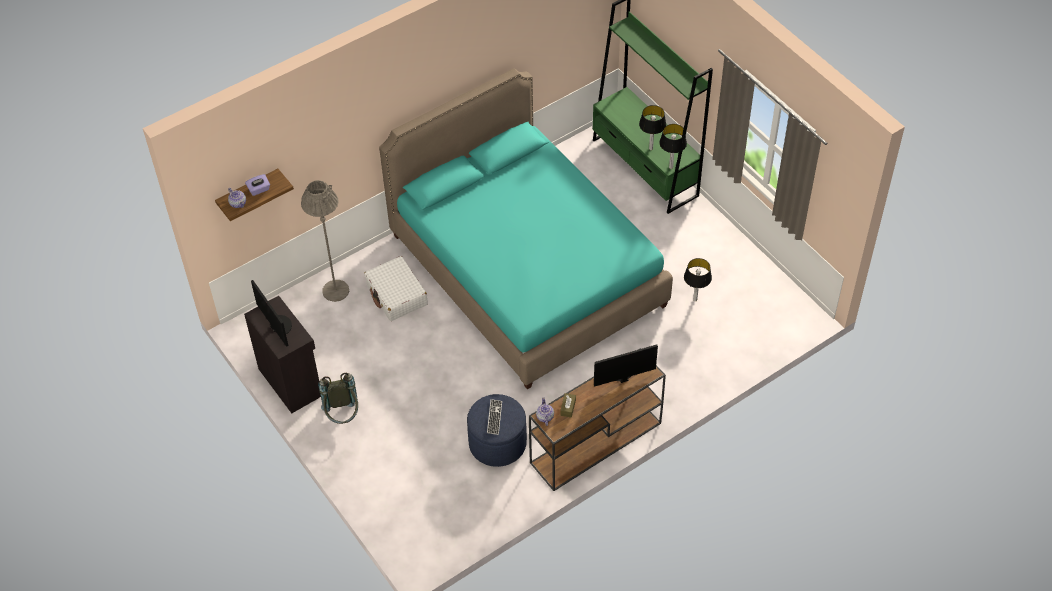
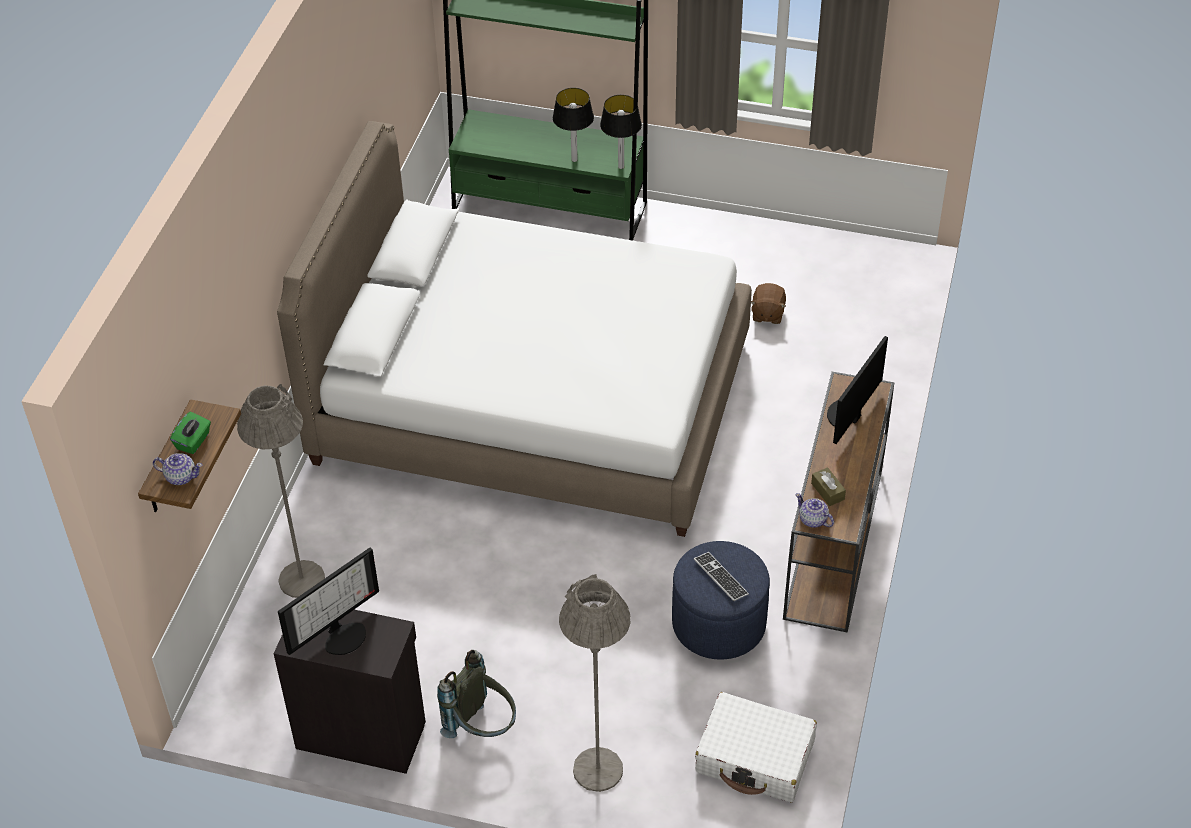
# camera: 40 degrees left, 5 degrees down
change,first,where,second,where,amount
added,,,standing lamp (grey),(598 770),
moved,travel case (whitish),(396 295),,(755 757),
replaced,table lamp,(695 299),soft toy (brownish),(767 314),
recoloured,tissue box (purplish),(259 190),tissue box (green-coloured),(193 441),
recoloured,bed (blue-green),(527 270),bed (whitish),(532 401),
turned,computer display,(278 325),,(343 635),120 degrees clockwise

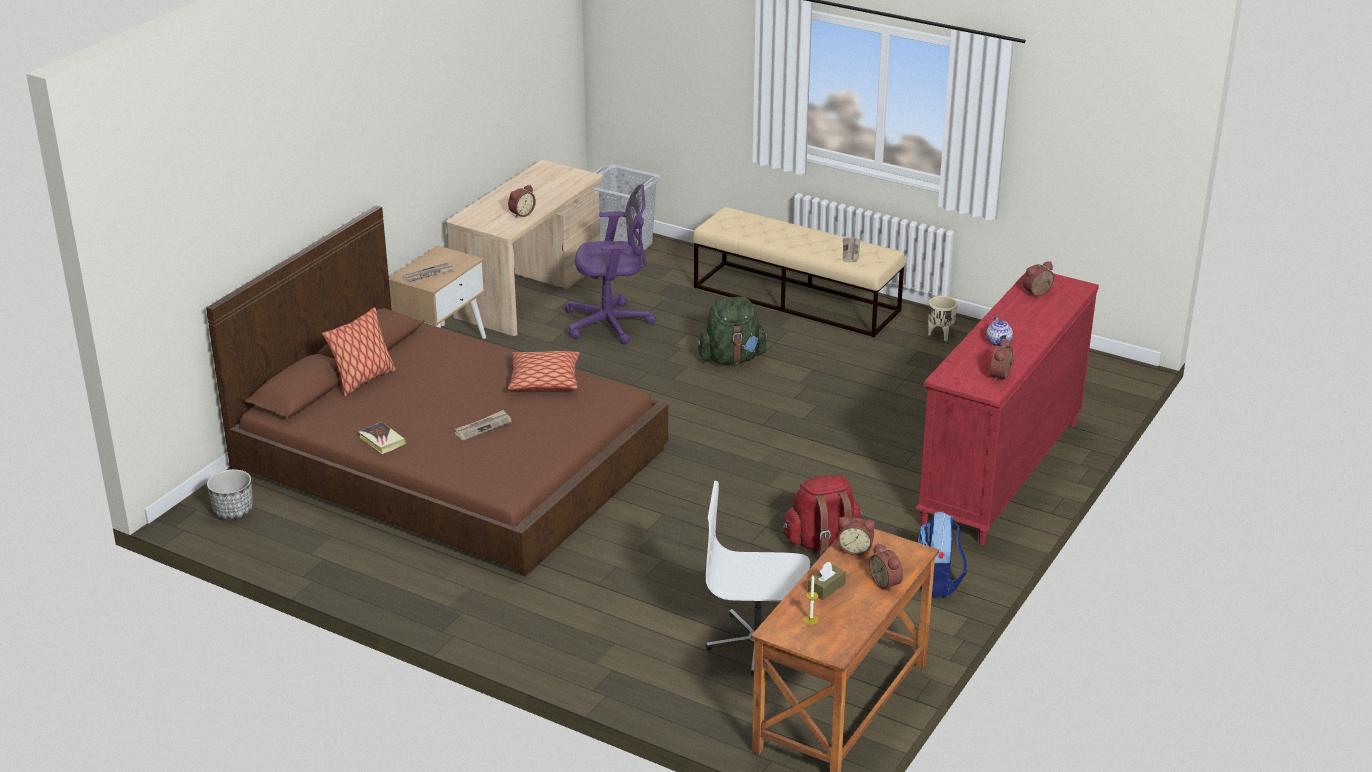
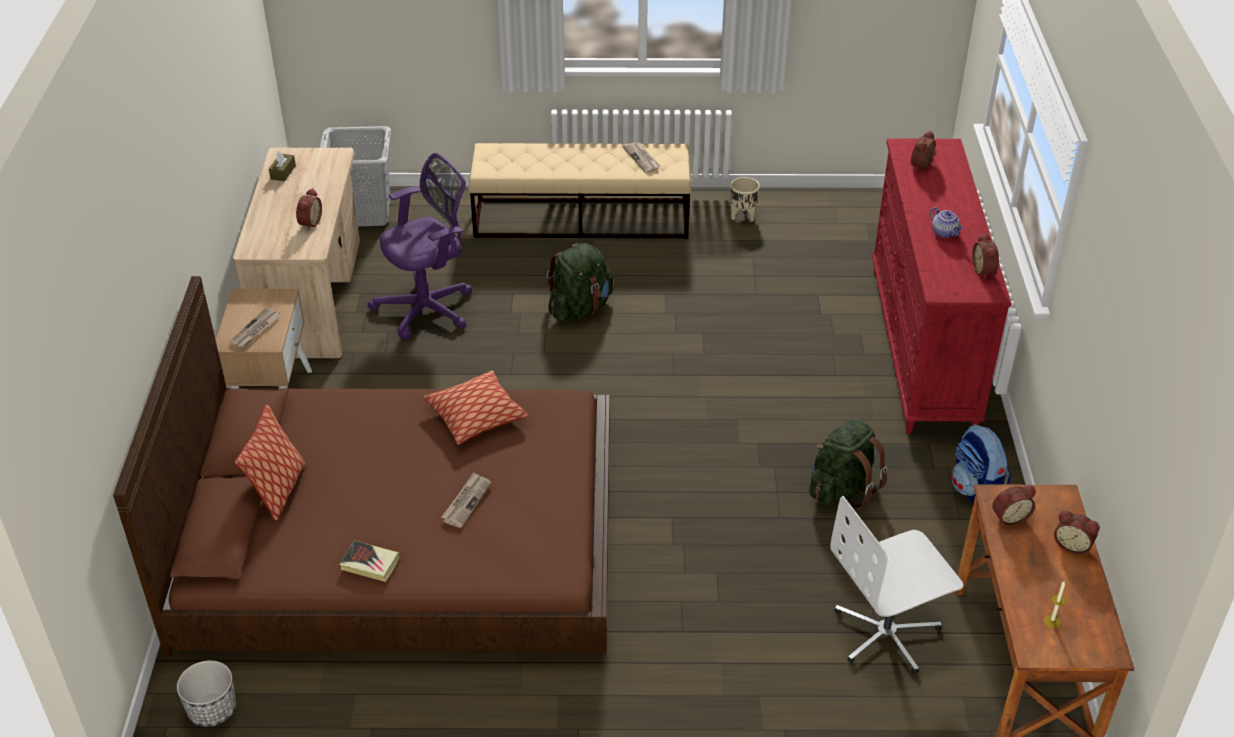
# camera: 30 degrees left, 10 degrees up
change,first,where,second,where,amount
moved,tissue box (brownish),(826 588),,(283 172),
recoloured,rucksack (red-coloured),(822 542),rucksack (green-coloured),(842 489),

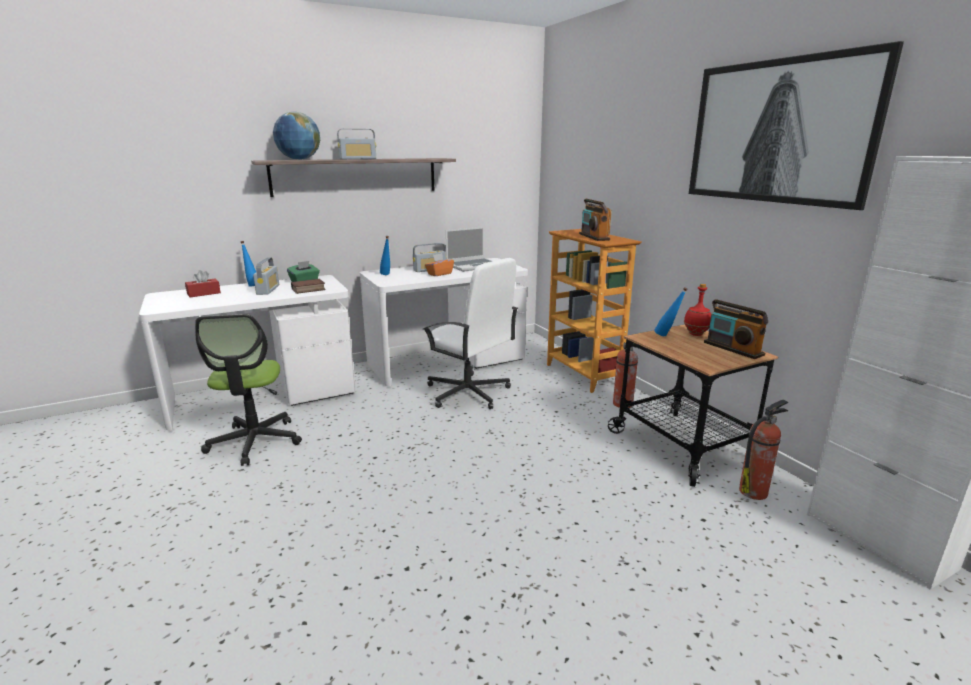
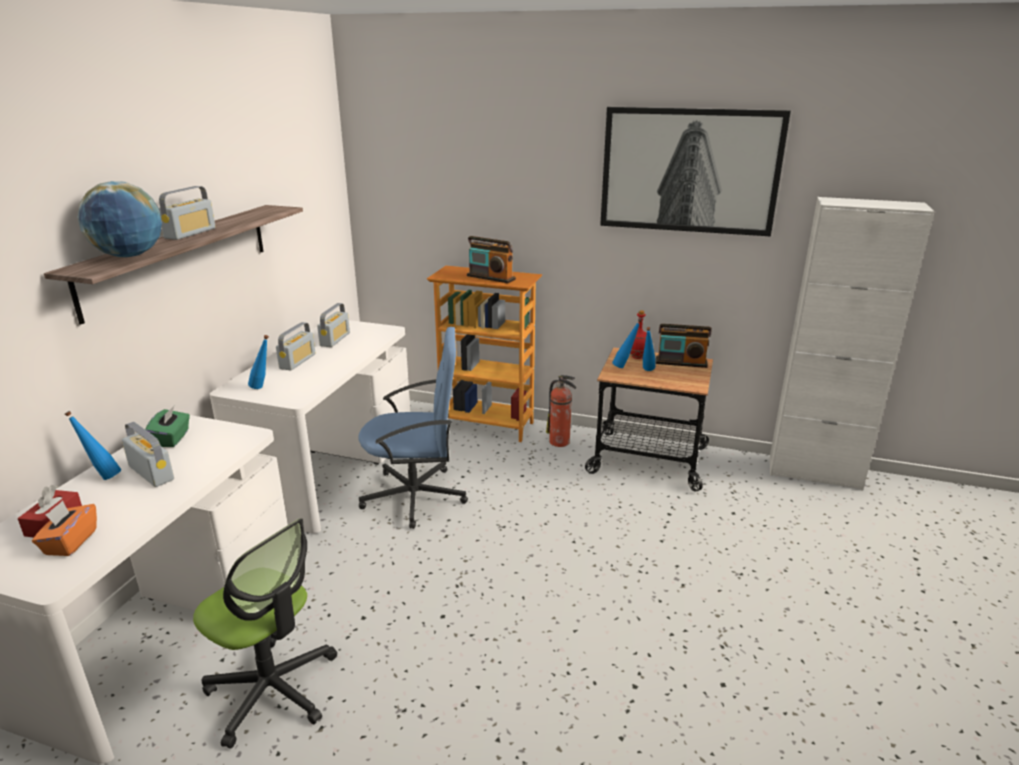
# camera: 45 degrees left, 5 degrees up
change,first,where,second,where,amount
removed,volume,(308 289),,,
removed,fire extinguisher,(754 491),,,
added,,,bottle (blue),(647 371),
moved,tissue box (orangey),(439 274),,(70 542),
replaced,notebook computer,(473 266),radio receiver,(335 339),
recoloured,office chair (whitish),(468 393),office chair (blue),(416 496),

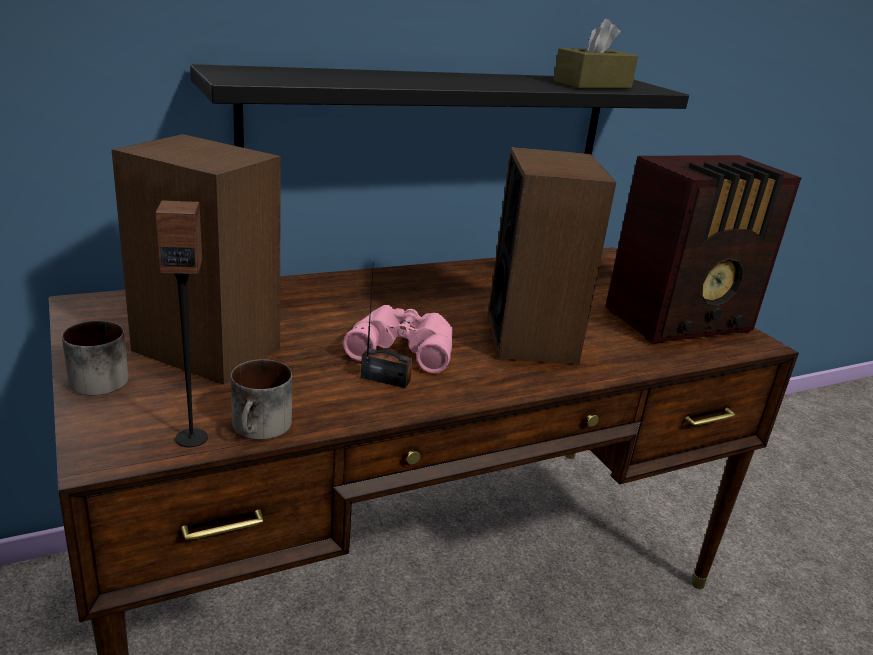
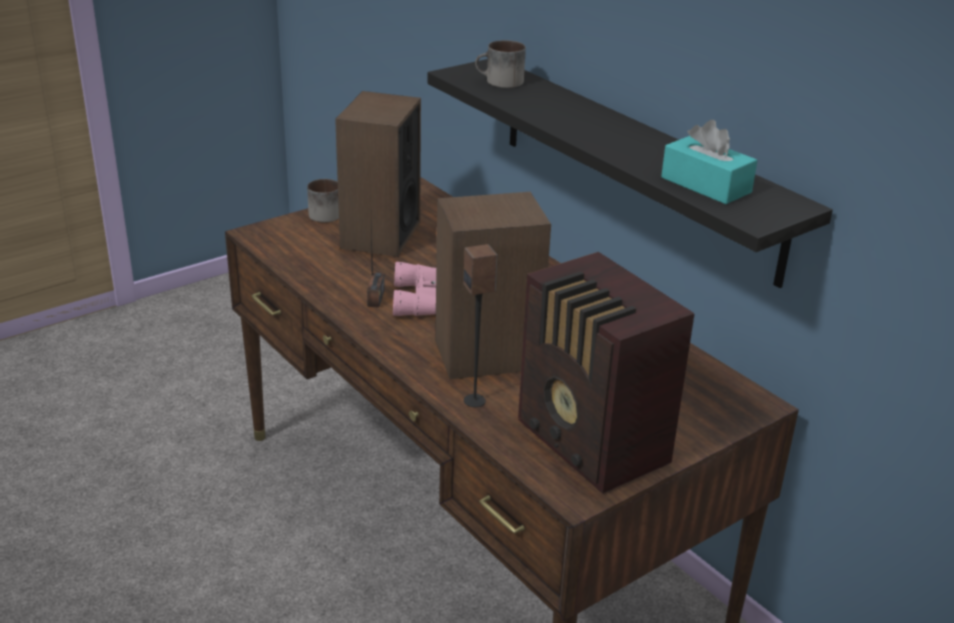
# camera: 80 degrees right, 5 degrees up
change,first,where,second,where,amount
moved,audio speaker,(192 437),,(475 400),
moved,coffee mug,(261 428),,(500 82),
recoloured,tissue box (brownish),(592 85),tissue box (blue-green),(706 185),

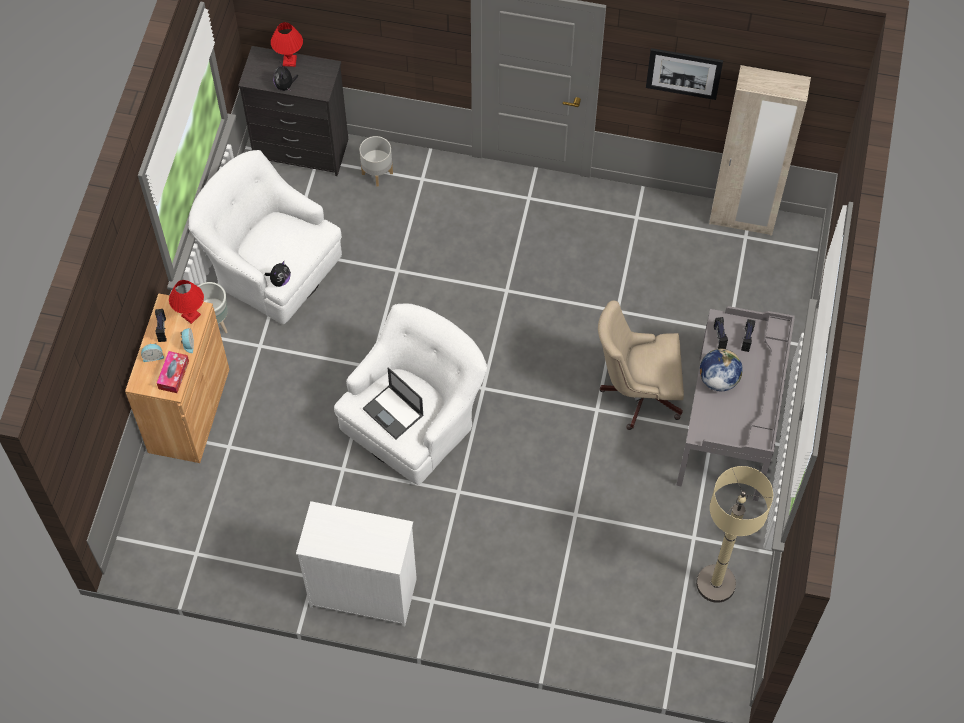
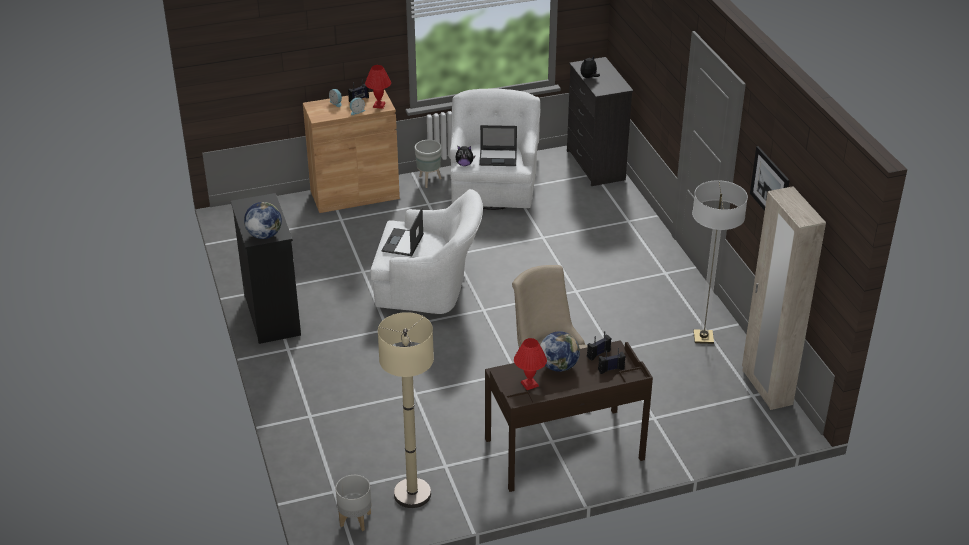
# camera: 60 degrees right, 25 degrees down
change,first,where,second,where,amount
removed,tissue box,(173 375),,,
added,,,globe,(264 235),
added,,,notebook computer,(498 158),
added,,,standing lamp,(703 337),
moved,table lamp (red-coloured),(289 61),,(529 384),
moved,planter (grey),(377 173),,(355 519),
recoloured,drawer chest (whitish),(362 592),drawer chest (blackish),(272 314),
recoloured,desk (grey),(729 427),desk (brownish),(564 450),

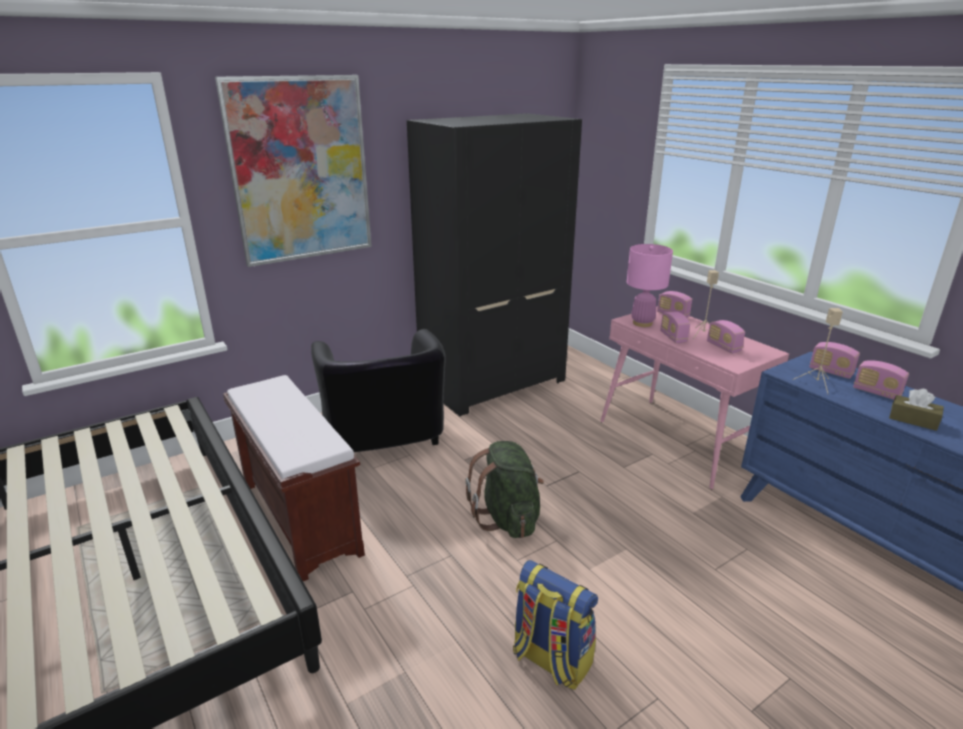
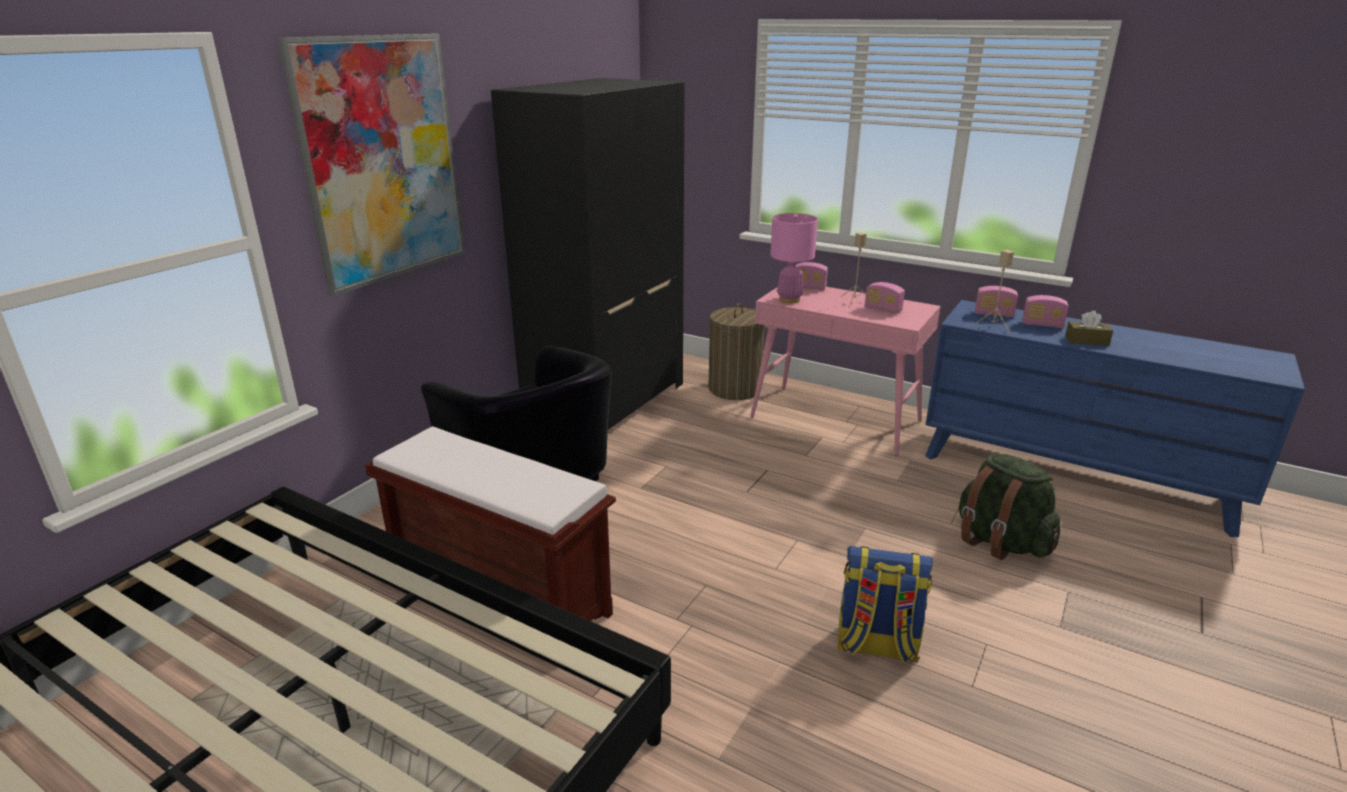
# camera: 25 degrees left, 0 degrees up
change,first,where,second,where,amount
removed,radio receiver,(673 337),,,
added,,,washing basket,(734 389),
moved,rucksack (green-coloured),(508 518),,(1000 542),

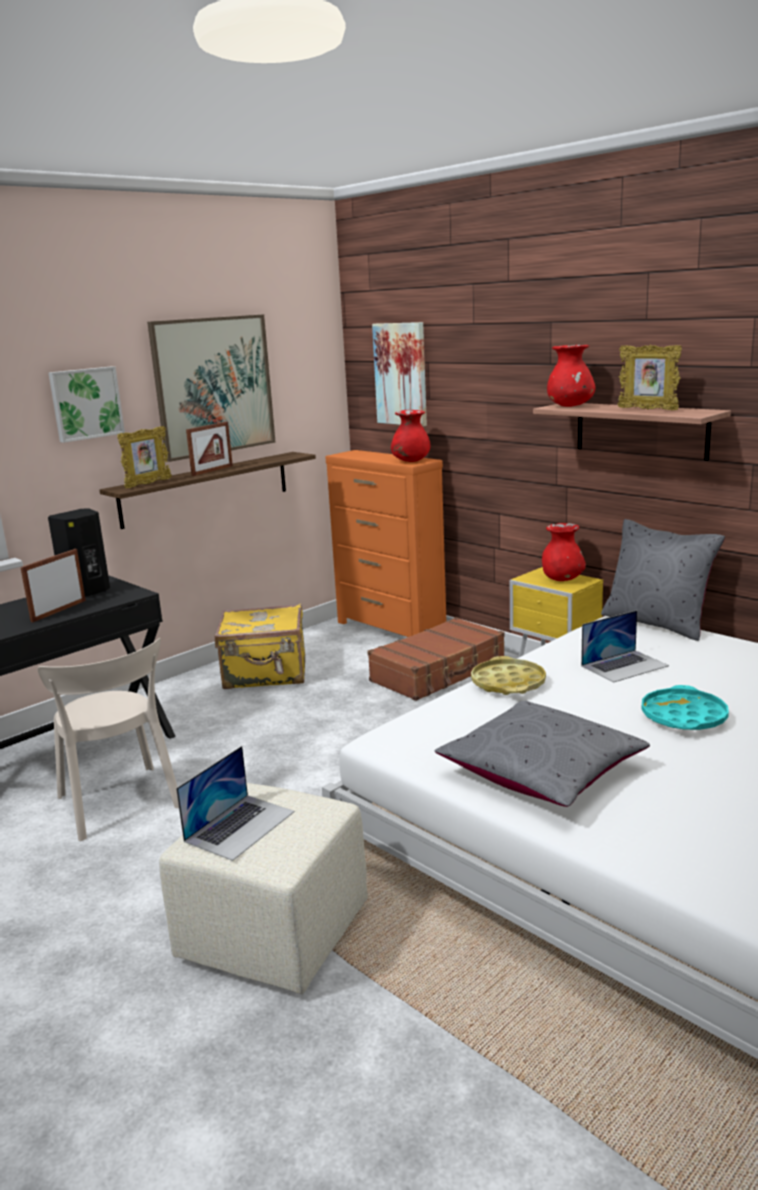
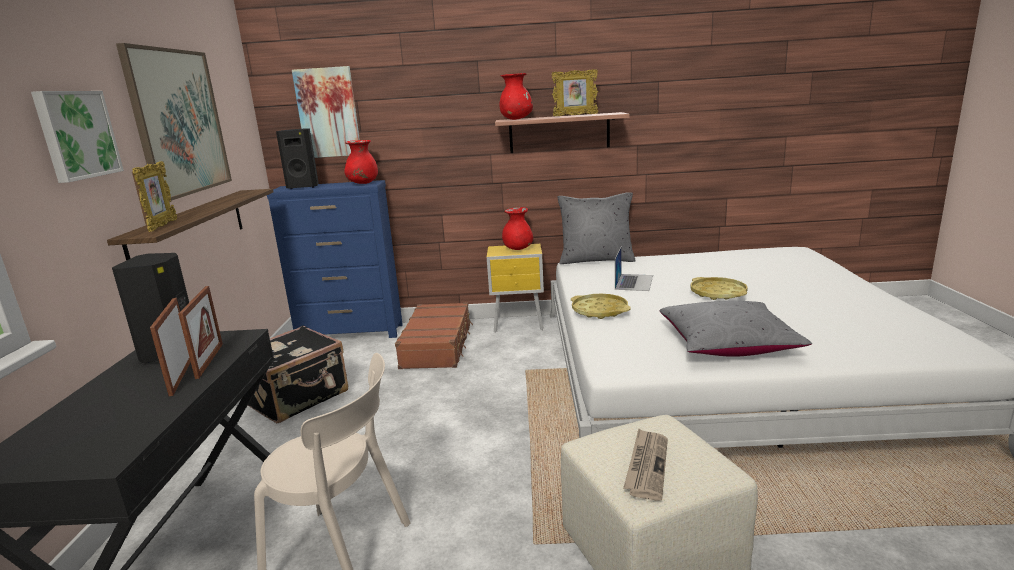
# camera: 45 degrees left, 0 degrees up
change,first,where,second,where,amount
added,,,audio speaker (blackish),(304 187),
moved,photo frame,(212 471),,(209 360),
replaced,notebook computer,(240 826),daily paper,(646 465),
recoloured,travel case (yellowish),(266 674),travel case (blackish),(298 398),
recoloured,drawer chest (orangey),(391 630),drawer chest (blue),(351 333),
recoloured,tray (blue-green),(683 717),tray (yellowish),(718 293),

